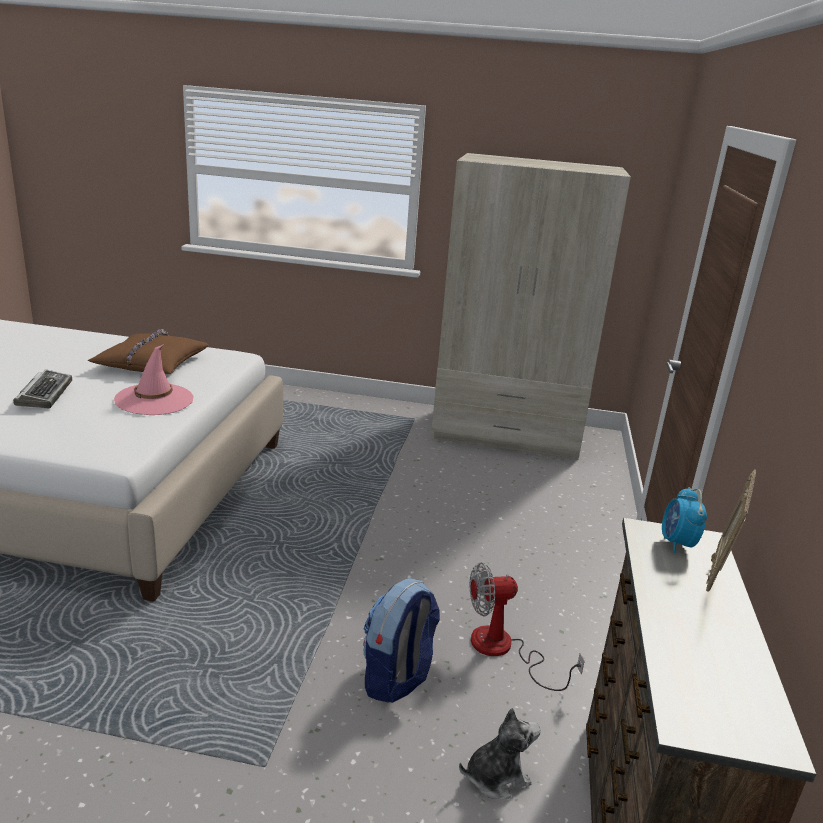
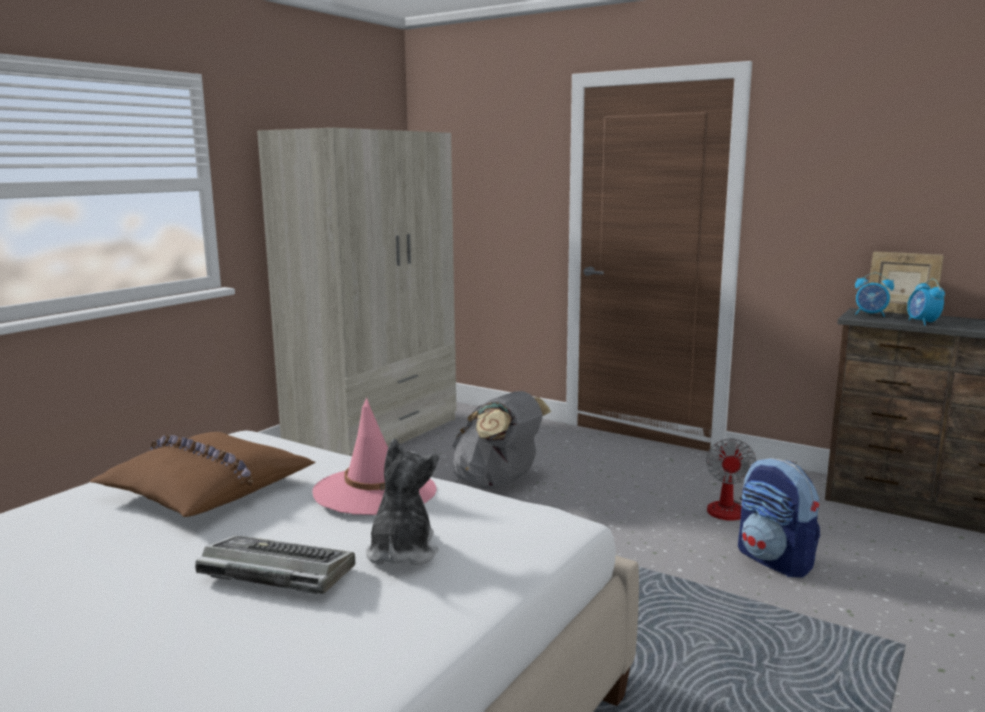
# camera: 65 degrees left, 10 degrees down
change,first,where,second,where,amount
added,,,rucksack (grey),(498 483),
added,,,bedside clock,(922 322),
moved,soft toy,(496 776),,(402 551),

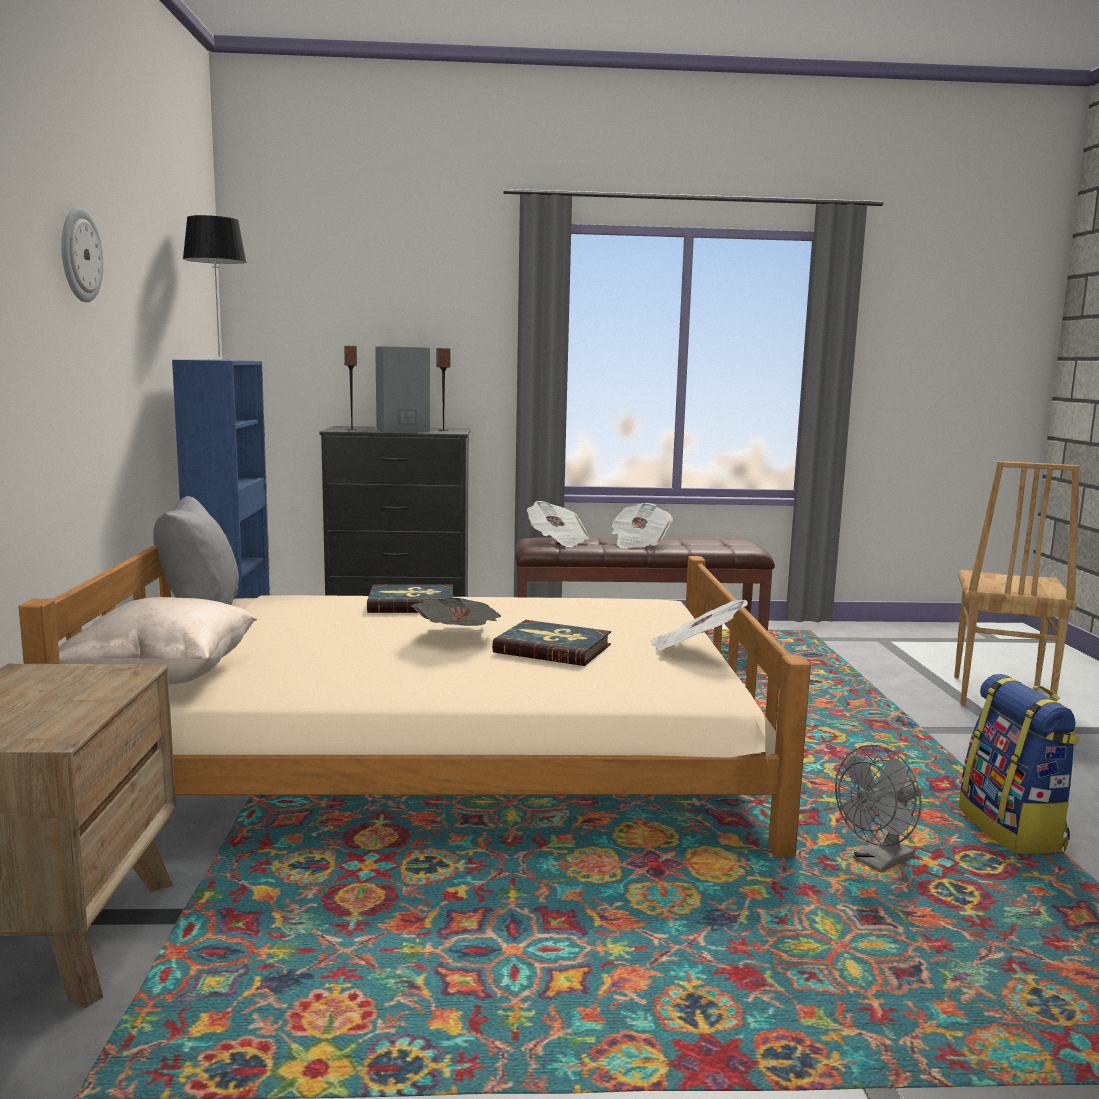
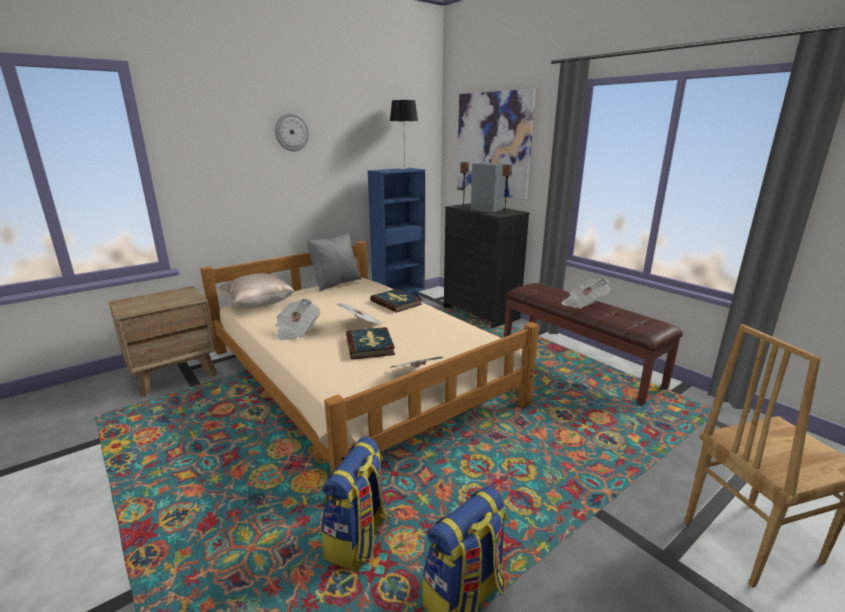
# camera: 55 degrees right, 10 degrees up
change,first,where,second,where,amount
added,,,wall picture,(493 144),
moved,daily paper,(557 541),,(296 331),
replaced,electric fan (grey),(877 863),rucksack,(358 540),

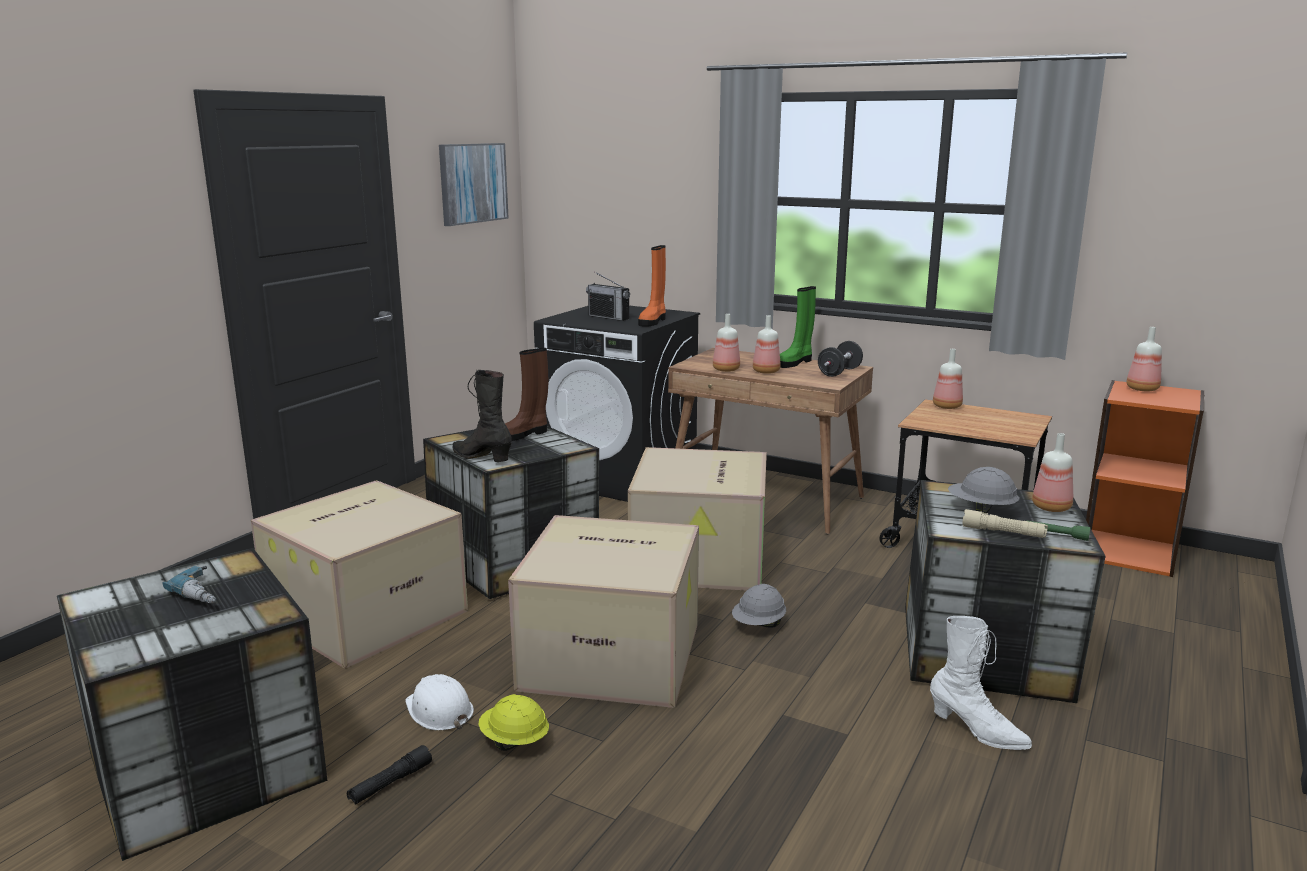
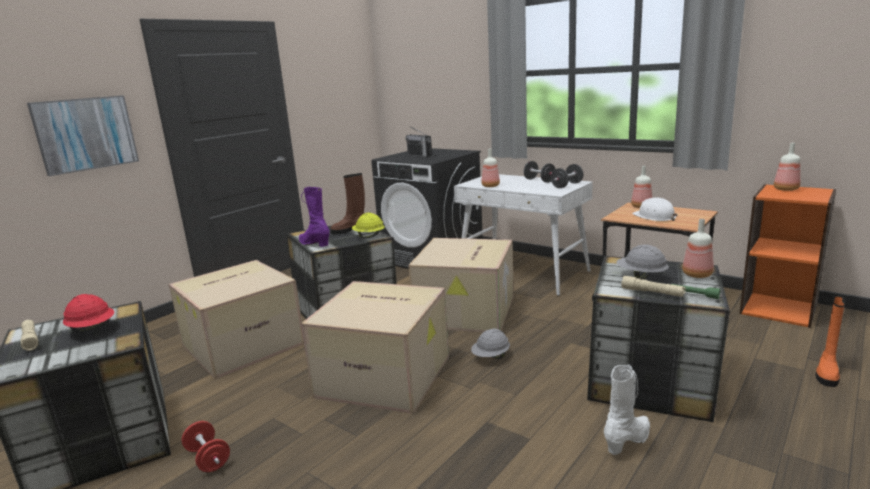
# camera: 10 degrees right, 0 degrees up
change,first,where,second,where,amount
removed,bottle,(765 371),,,
added,,,torch (beige-coloured),(30 339),
moved,work helmet (whitish),(439 710),,(654 216),
moved,wall picture,(472 183),,(85 134),
moved,work helmet (yellowish),(514 741),,(369 236),
moved,high-top boot (orangey),(653 321),,(826 373),
replaced,power drill,(205 593),work helmet (red-coloured),(93 329),
replaced,torch (blackish),(390 783),free weight (red-coloured),(208 459),
replaced,high-top boot (green-coloured),(795 363),free weight (blackish),(539 180),
recoloured,high-top boot (blackish),(482 458),high-top boot (purplish),(314 244),
recoloured,desk (brownish),(766 499),desk (whitish),(523 272),
turned,high-top boot (whitish),(977 731),,(628 441),90 degrees counterclockwise

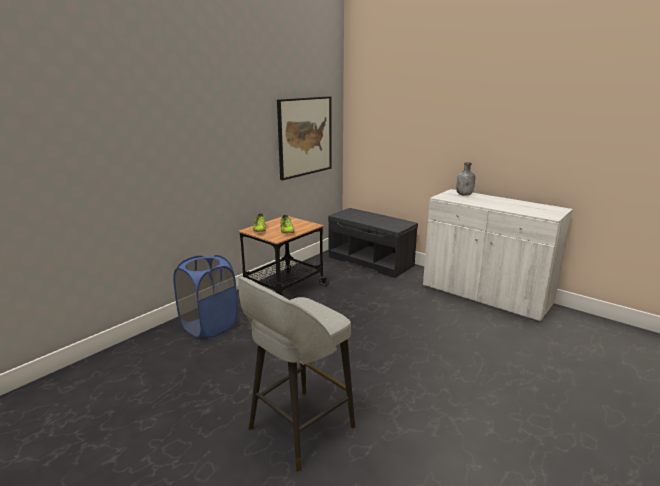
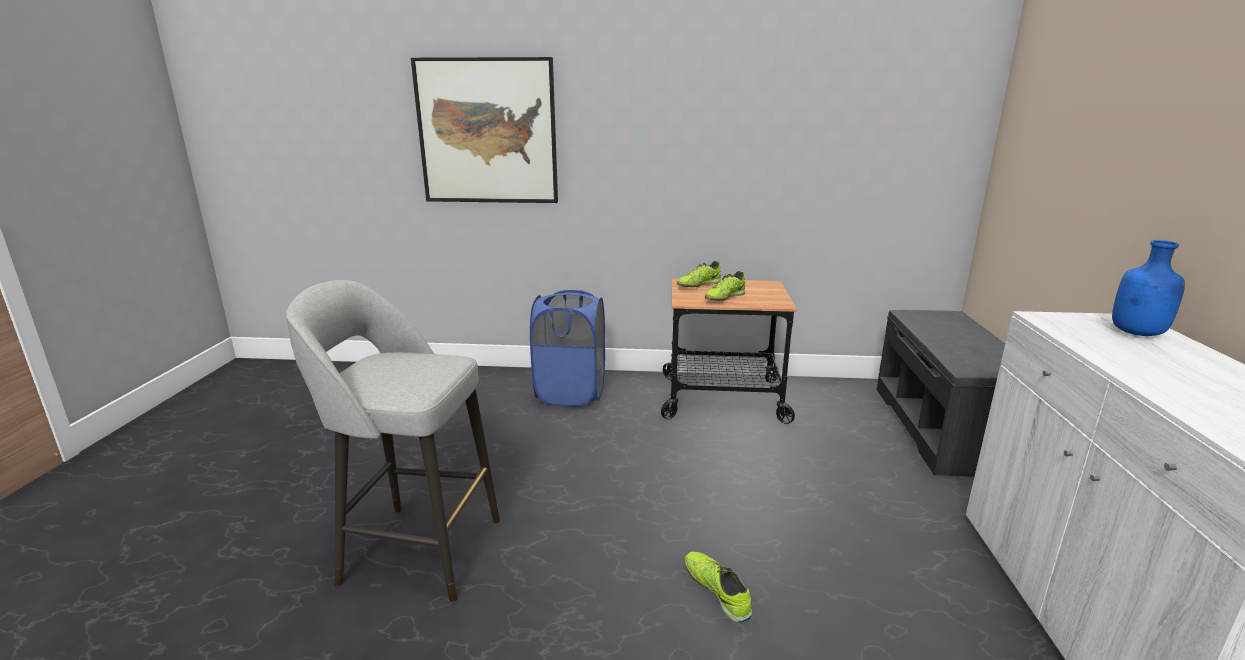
# camera: 55 degrees right, 0 degrees up
change,first,where,second,where,amount
added,,,shoe,(717 591),
moved,wall picture,(305 136),,(487 132),
recoloured,bottle (grey),(464 195),bottle (blue),(1138 333),

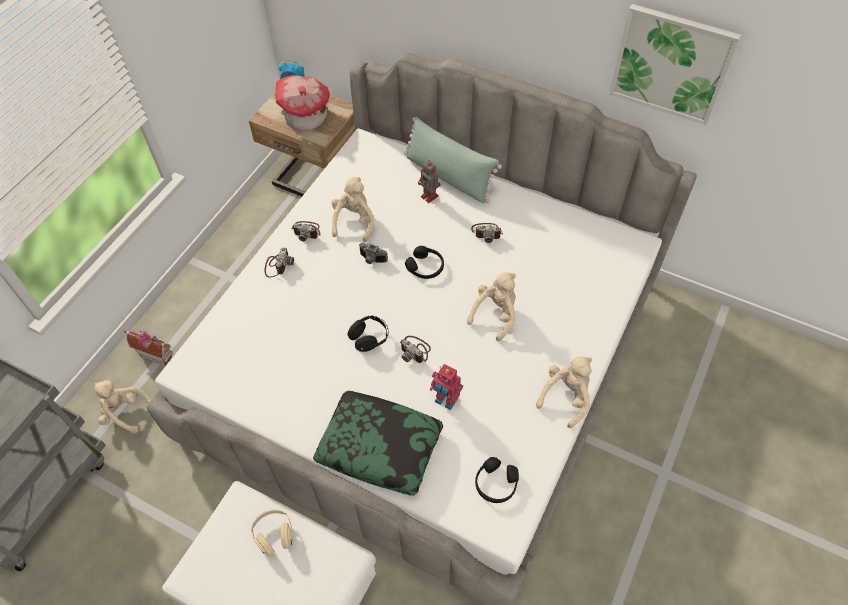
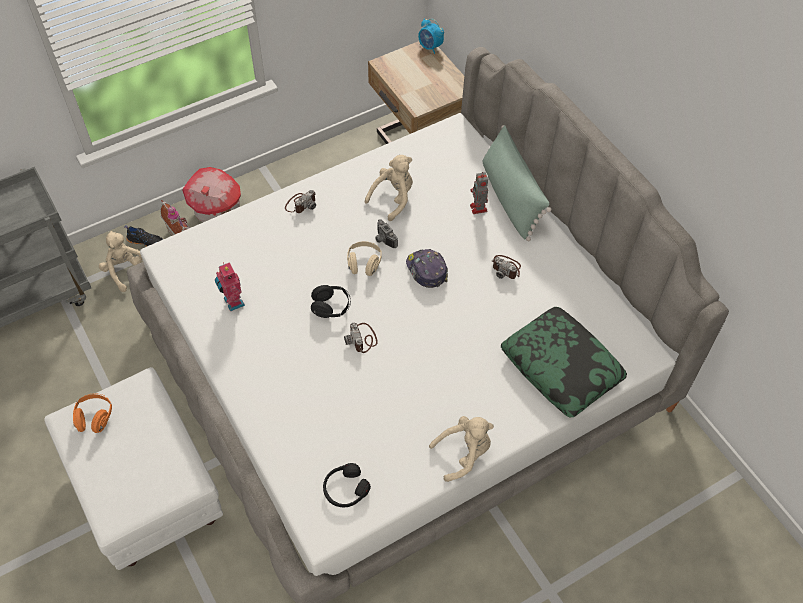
# camera: 30 degrees right, 0 degrees up
change,first,where,second,where,amount
removed,still camera,(307 231),,,
removed,soft toy (beige-coloured),(495 314),,,
removed,wall picture,(671 64),,,
added,,,pair of headphones (orangey),(95 418),
added,,,shoe (blackish),(147 242),
moved,pair of headphones (beige-coloured),(274 535),,(364 264),
moved,miniature house,(305 117),,(217 210),
moved,pillow,(380 446),,(561 367),
moved,toy robot,(445 401),,(232 302),
replaced,pair of headphones (blackish),(425 267),peaked cap,(426 270),

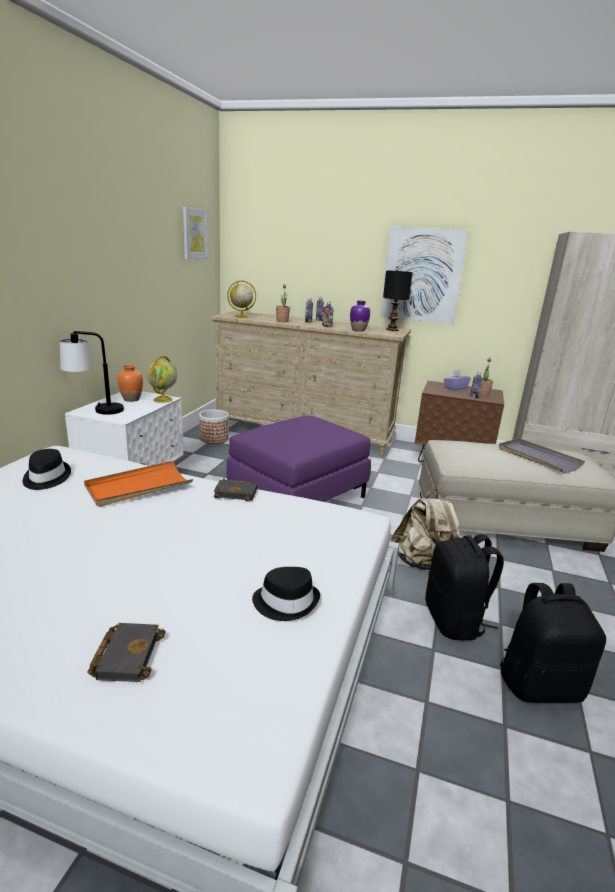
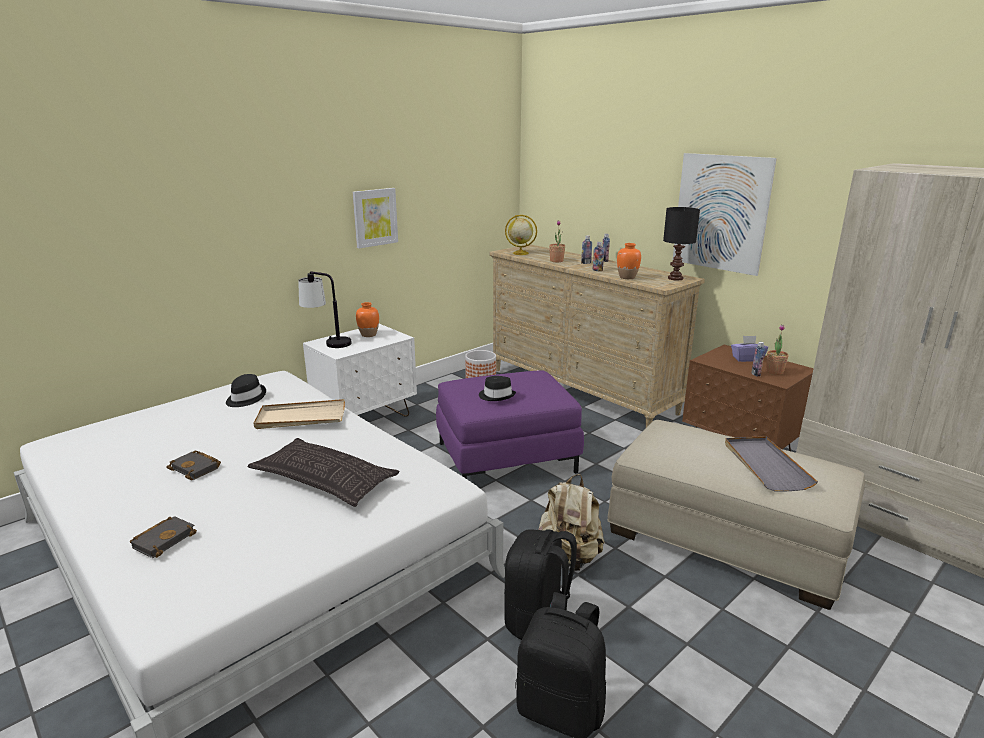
# camera: 30 degrees right, 0 degrees up
change,first,where,second,where,amount
removed,globe,(163 399),,,
added,,,pillow,(324 480),
moved,wall picture,(194 234),,(375 217),
moved,volume (blackish),(237 493),,(197 468),
moved,wearable hat (blackish),(286 602),,(497 396),
recoloured,tray (orangey),(138 487),tray (beige-coloured),(301 418),
recoloured,decorative vase (purplish),(358 330),decorative vase (orangey),(627 277),

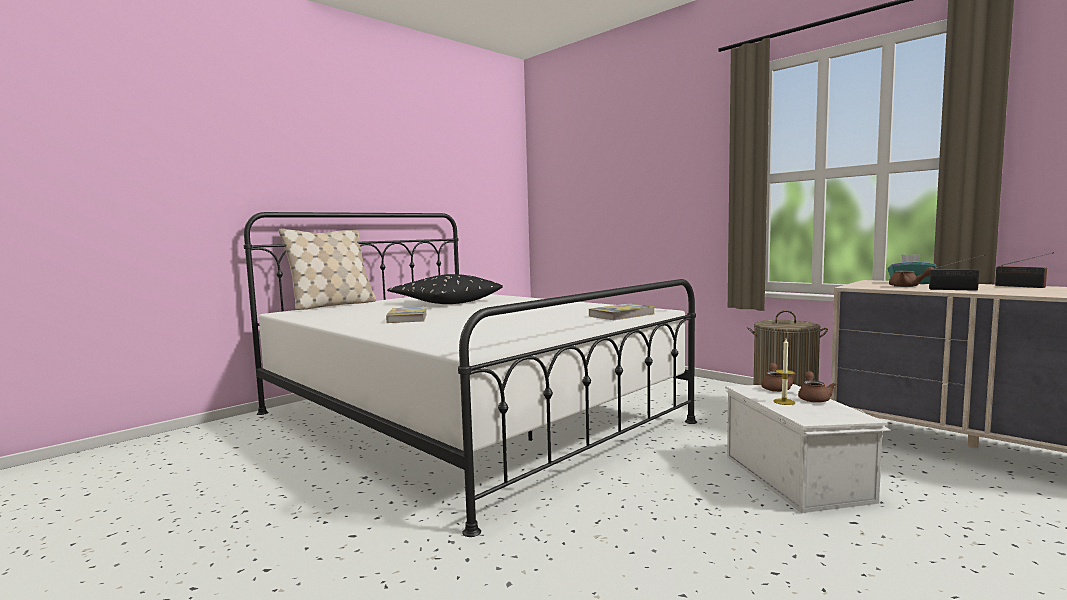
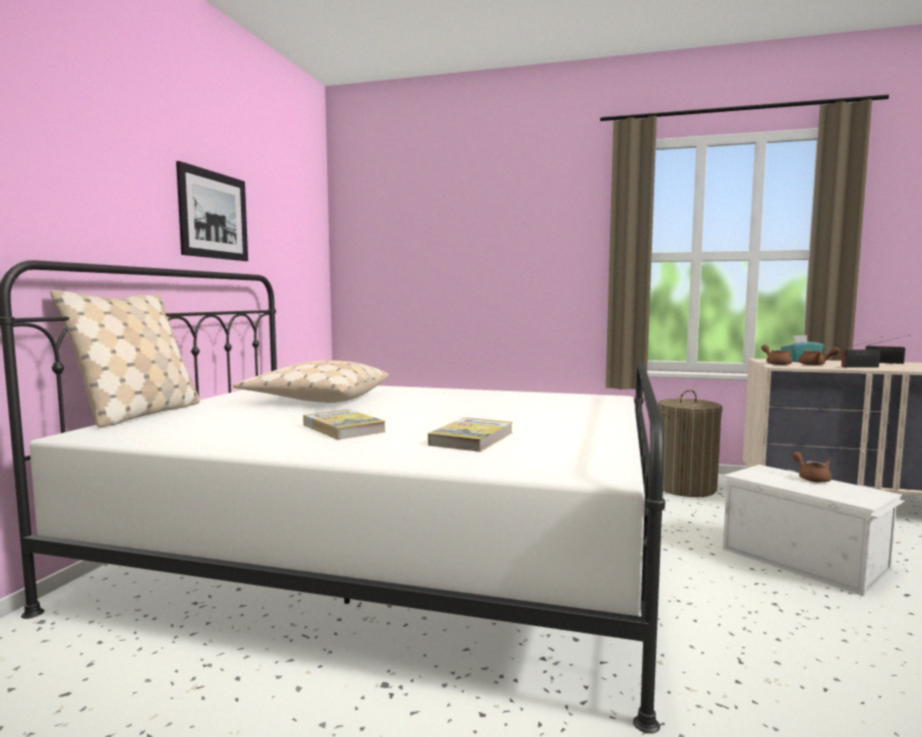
# camera: 30 degrees left, 0 degrees up
change,first,where,second,where,amount
removed,wax candle,(784 402),,,
added,,,wall picture,(213 215),
moved,volume,(621 315),,(472 438),
moved,teapot (brownish),(776 388),,(776 363),
recoloured,pillow (blackish),(445 302),pillow (beige-coloured),(316 399),

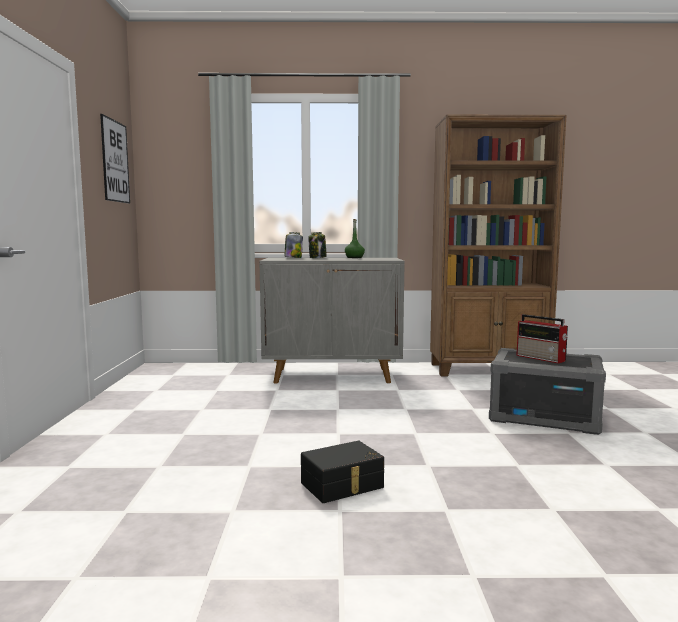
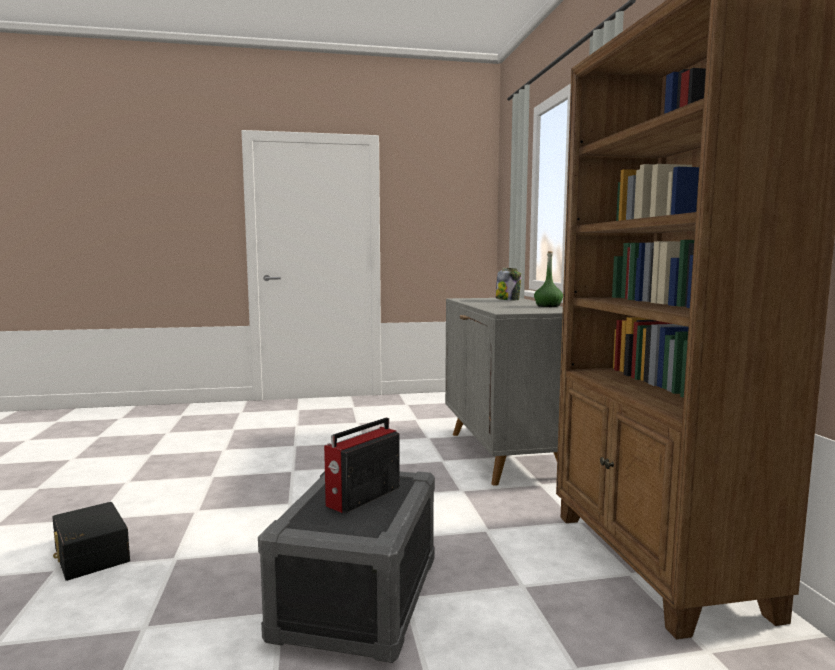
# camera: 80 degrees right, 0 degrees up
change,first,where,second,where,amount
removed,wall picture,(115 161),,,
removed,preserve jar,(317 257),,,
moved,storage bin (blackish),(343 485),,(89 555),

